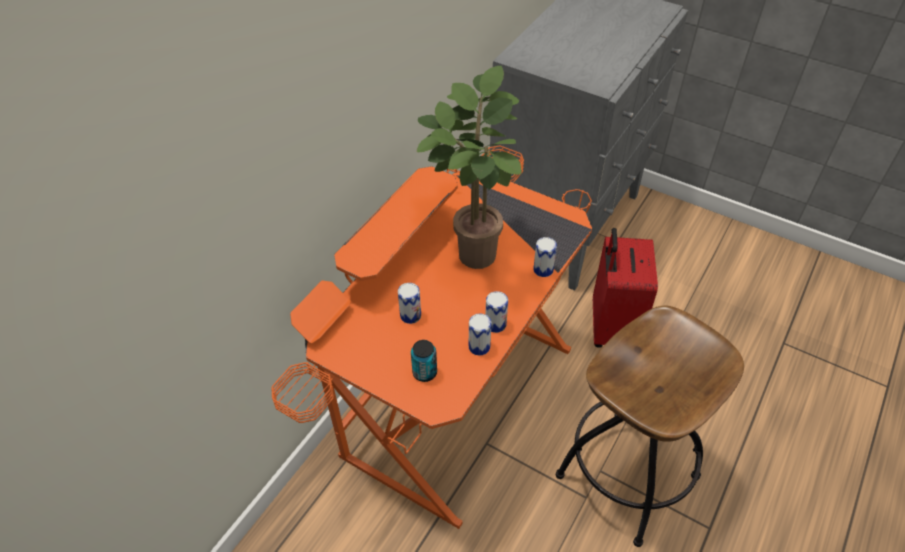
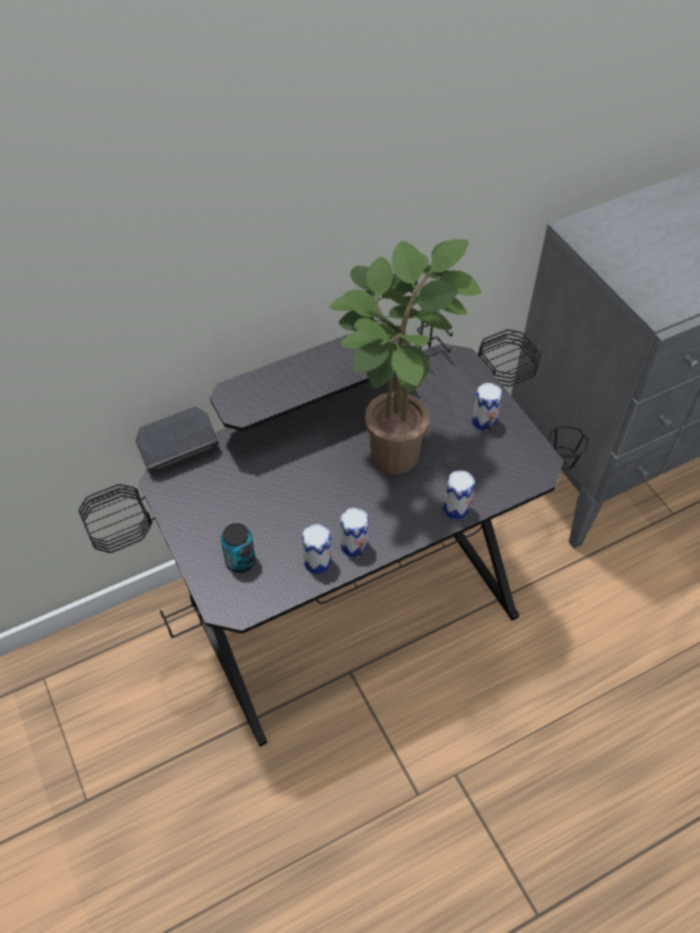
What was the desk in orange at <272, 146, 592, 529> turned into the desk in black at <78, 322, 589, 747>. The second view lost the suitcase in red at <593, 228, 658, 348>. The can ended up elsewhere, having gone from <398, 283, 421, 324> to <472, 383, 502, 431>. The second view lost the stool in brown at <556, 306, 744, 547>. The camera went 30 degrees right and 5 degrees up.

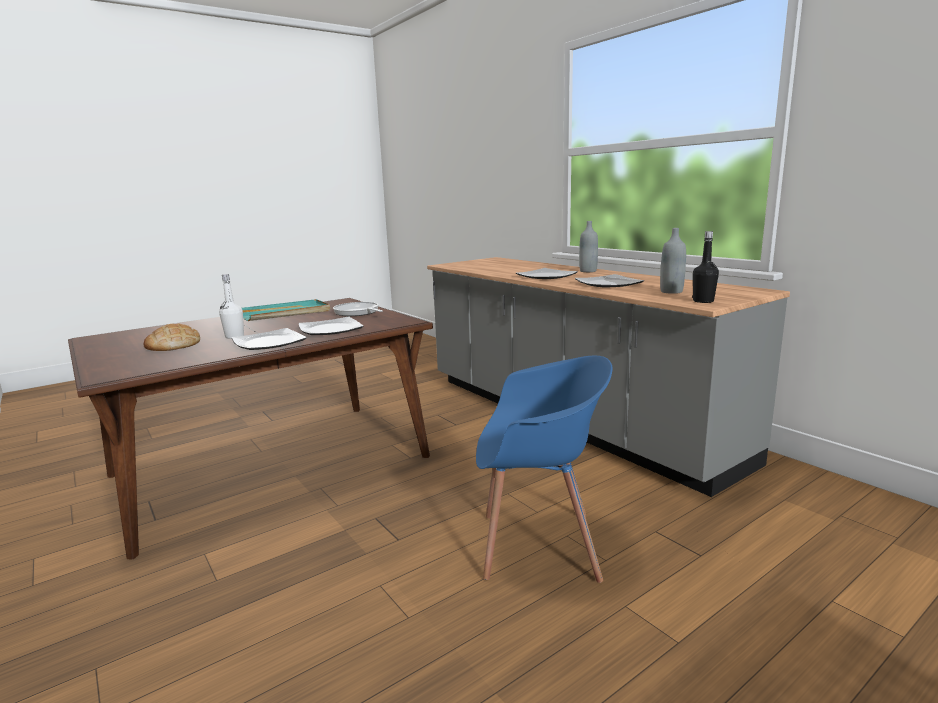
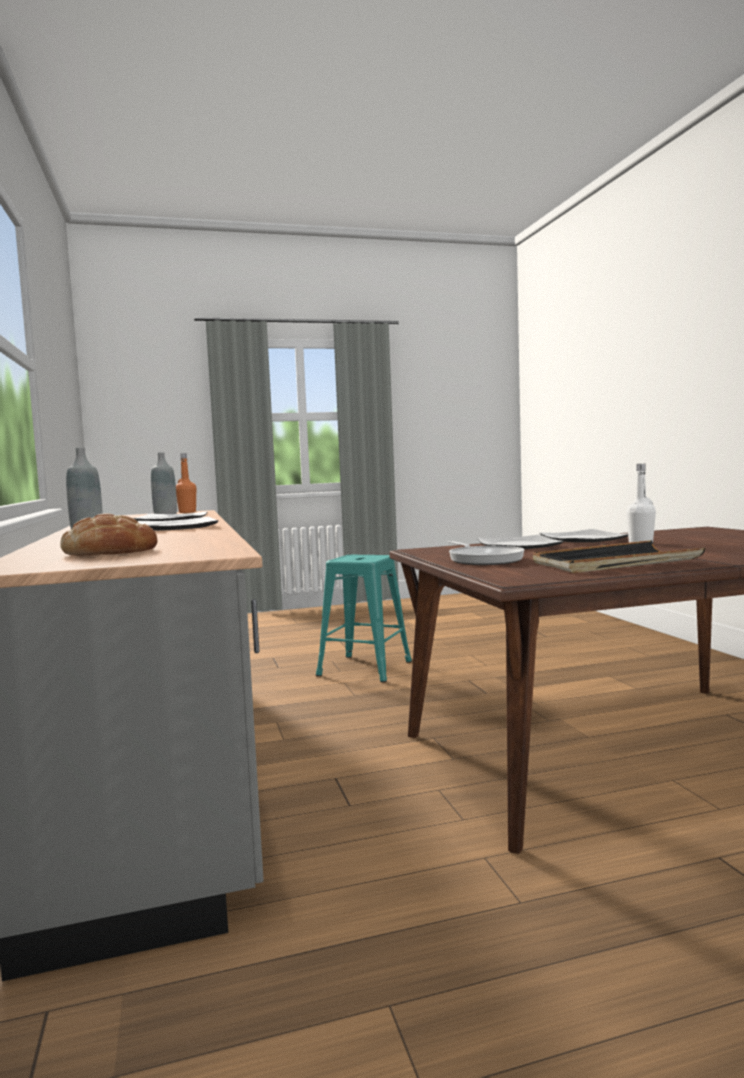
What was the bottle in black at <692, 231, 719, 303> turned into the bottle in orange at <176, 453, 196, 513>. What was the tray in turquoise at <242, 299, 330, 321> turned into the tray in black at <533, 540, 706, 573>. The bread ended up elsewhere, having gone from <143, 324, 200, 351> to <60, 513, 158, 556>. Where the chair in blue stood at <476, 356, 612, 583>, the stool in turquoise came to stand at <316, 555, 412, 682>. The camera went 160 degrees left and 10 degrees down.

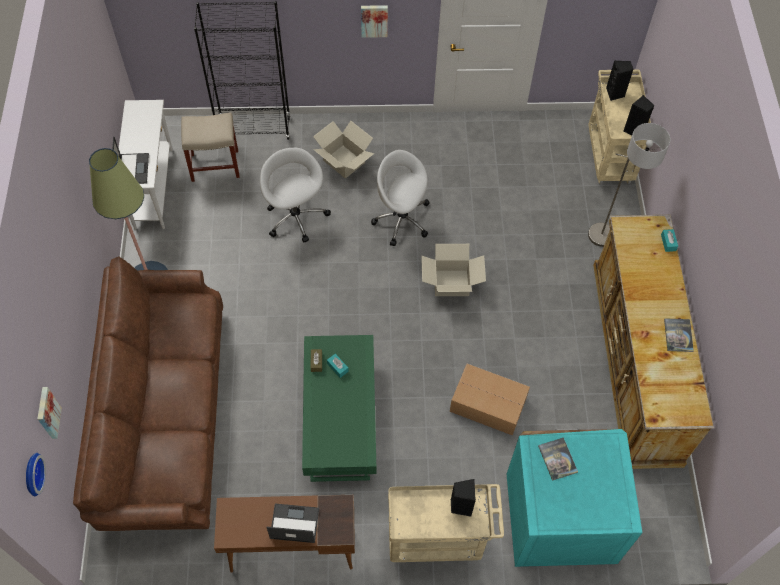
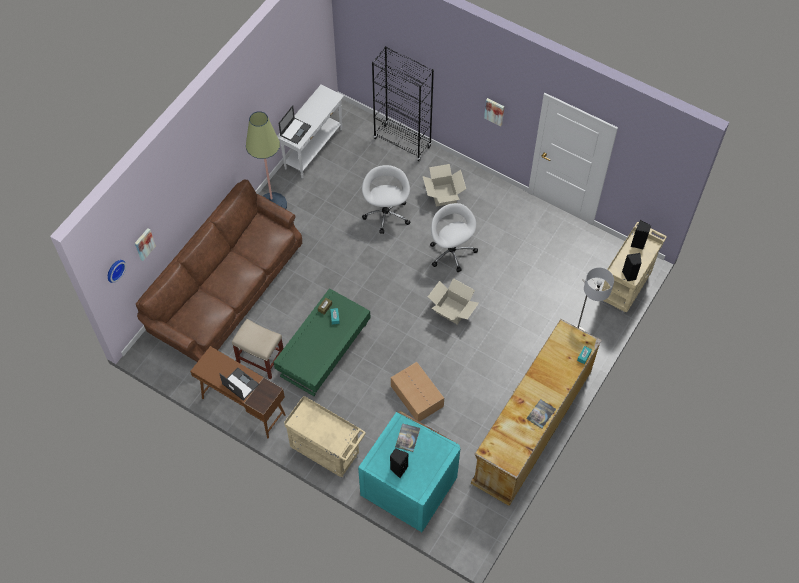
The stool in beige ended up elsewhere, having gone from <181, 112, 240, 182> to <232, 319, 284, 379>. The speaker in black ended up elsewhere, having gone from <451, 479, 476, 517> to <390, 448, 408, 478>. The camera went 35 degrees right and 0 degrees up.

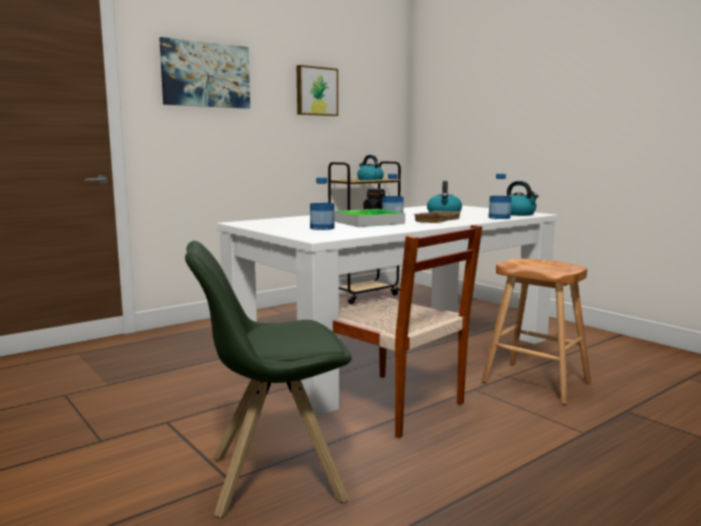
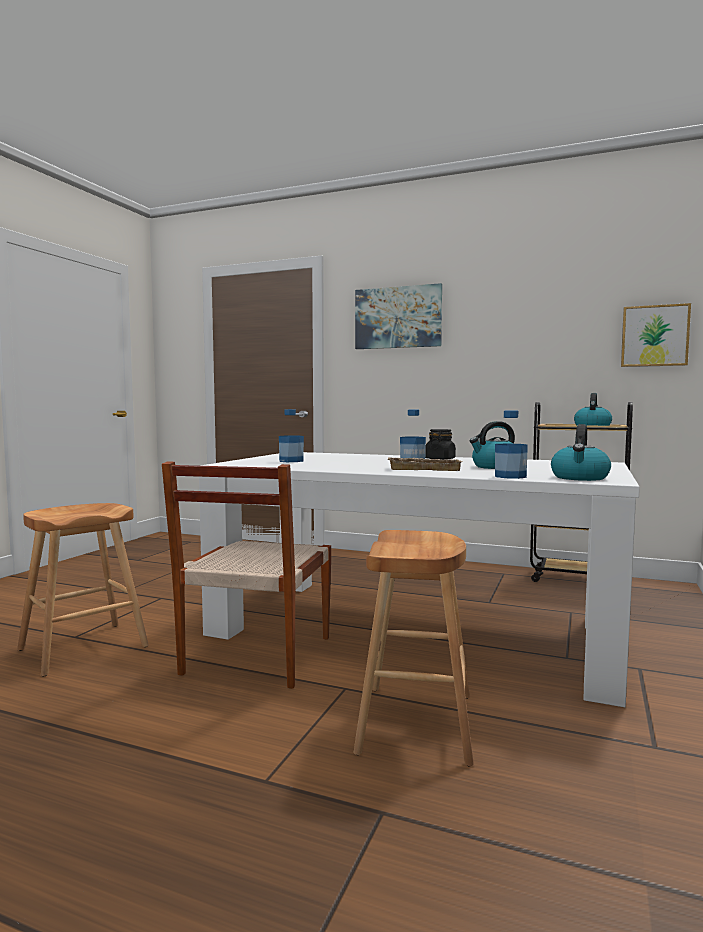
The picture ended up elsewhere, having gone from <297, 65, 338, 116> to <621, 303, 691, 367>. The second view lost the tray at <334, 209, 405, 227>. Where the chair in green stood at <185, 241, 352, 518>, the stool in brown came to stand at <17, 503, 149, 676>. The camera went 60 degrees right and 5 degrees down.

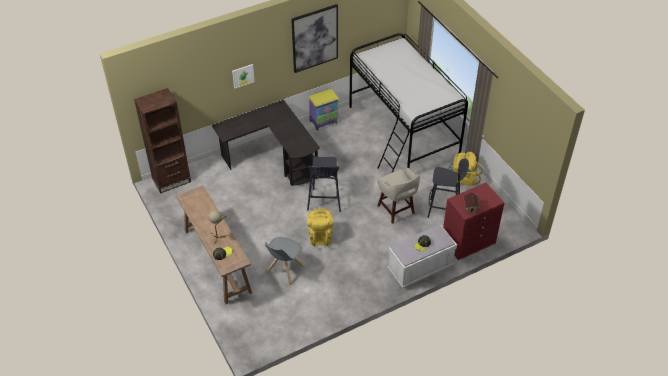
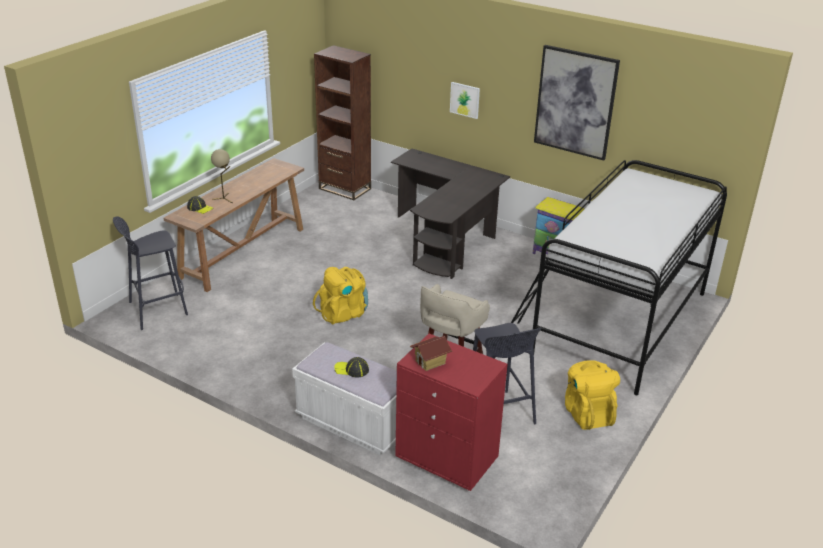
The stool in grey ended up elsewhere, having gone from <307, 157, 341, 212> to <113, 216, 188, 330>. The second view lost the chair in grey at <265, 237, 305, 285>. The camera went 60 degrees right and 15 degrees down.

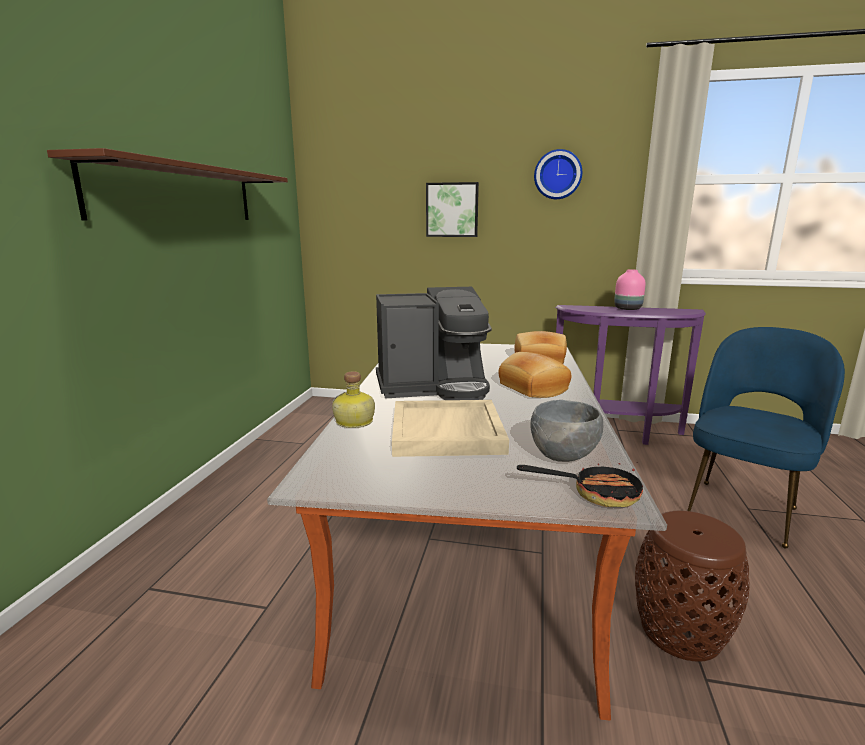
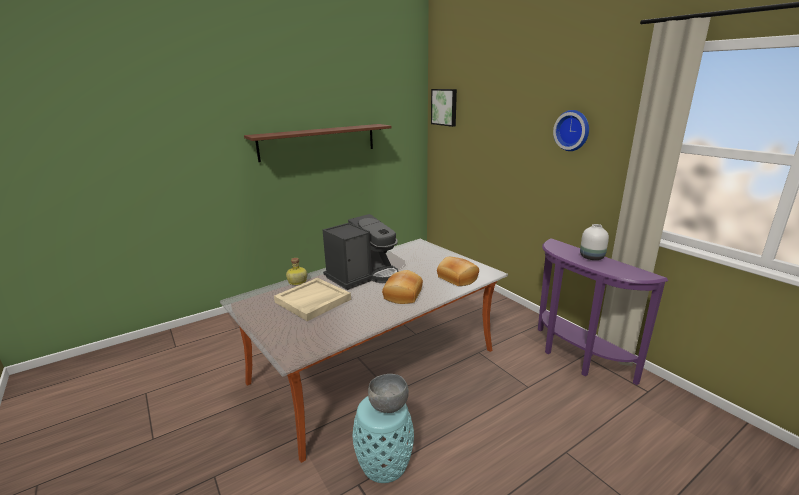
The picture ended up elsewhere, having gone from <426, 182, 479, 237> to <431, 89, 457, 127>. What was the vase in pink at <614, 269, 646, 310> turned into the vase in white at <580, 224, 609, 260>. The coffee machine at <376, 287, 492, 400> ended up facing another way, 75 degrees counterclockwise from before. The second view lost the chair in blue at <687, 327, 845, 549>. The bowl in grey ended up elsewhere, having gone from <531, 400, 603, 462> to <368, 374, 409, 413>. The second view lost the frying pan at <517, 462, 643, 507>. What was the stool in brown at <635, 511, 749, 662> turned into the stool in turquoise at <353, 396, 414, 483>. The camera went 45 degrees right and 5 degrees up.

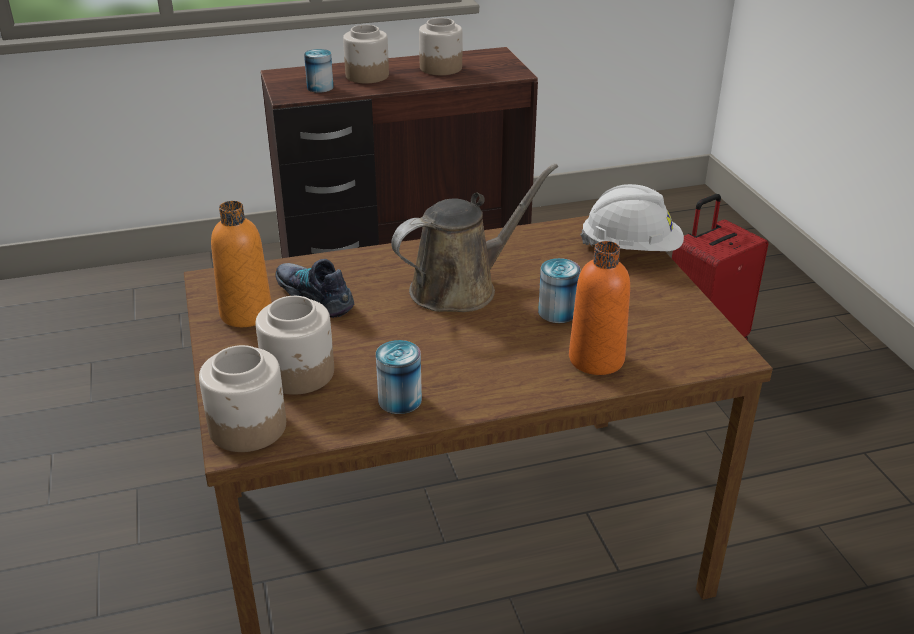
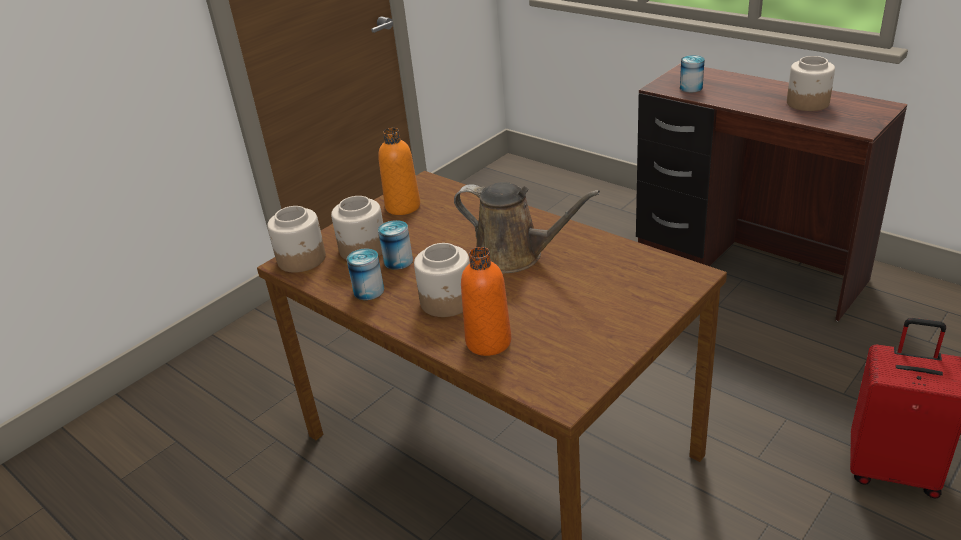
The jar ended up elsewhere, having gone from <343, 25, 389, 83> to <414, 243, 470, 317>. The second view lost the hard hat in white at <580, 184, 684, 251>. The can ended up elsewhere, having gone from <538, 258, 580, 323> to <378, 220, 413, 270>. The second view lost the shoe at <275, 259, 354, 318>. The camera went 60 degrees right and 0 degrees up.

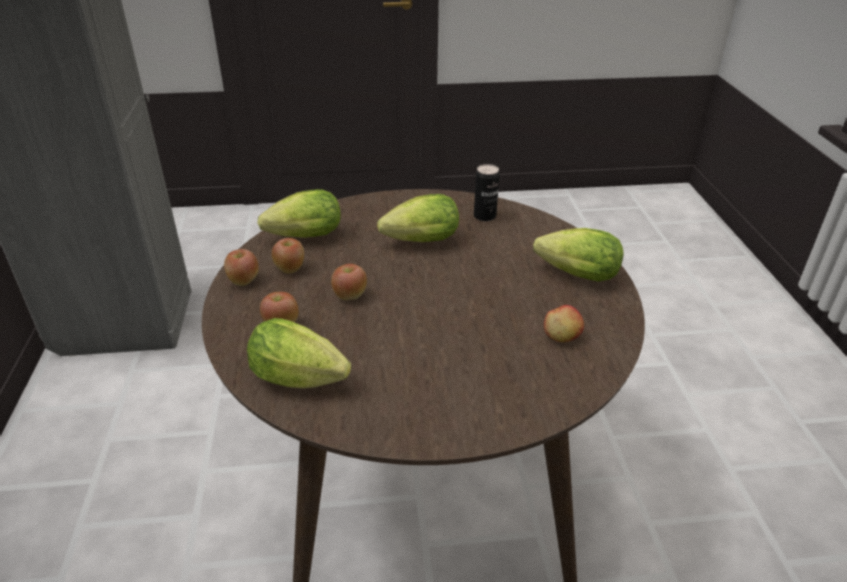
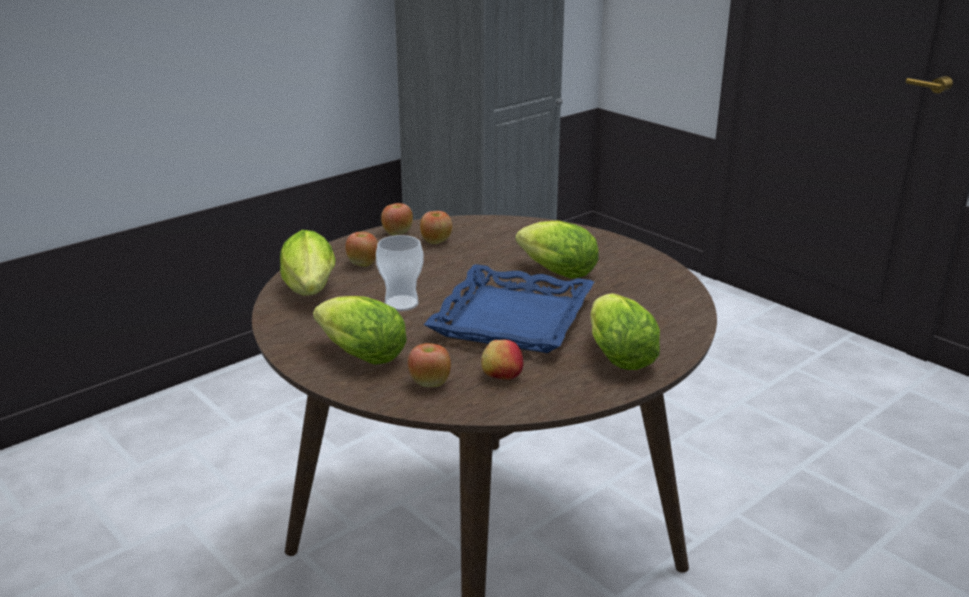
The second view lost the can at <474, 164, 500, 222>. The lettuce ended up elsewhere, having gone from <258, 189, 341, 238> to <313, 296, 407, 365>. The apple ended up elsewhere, having gone from <331, 264, 367, 300> to <408, 343, 451, 387>. The second view gained the cup at <376, 235, 424, 311>. The second view gained the tray in blue at <424, 264, 594, 353>. The camera went 55 degrees right and 10 degrees down.

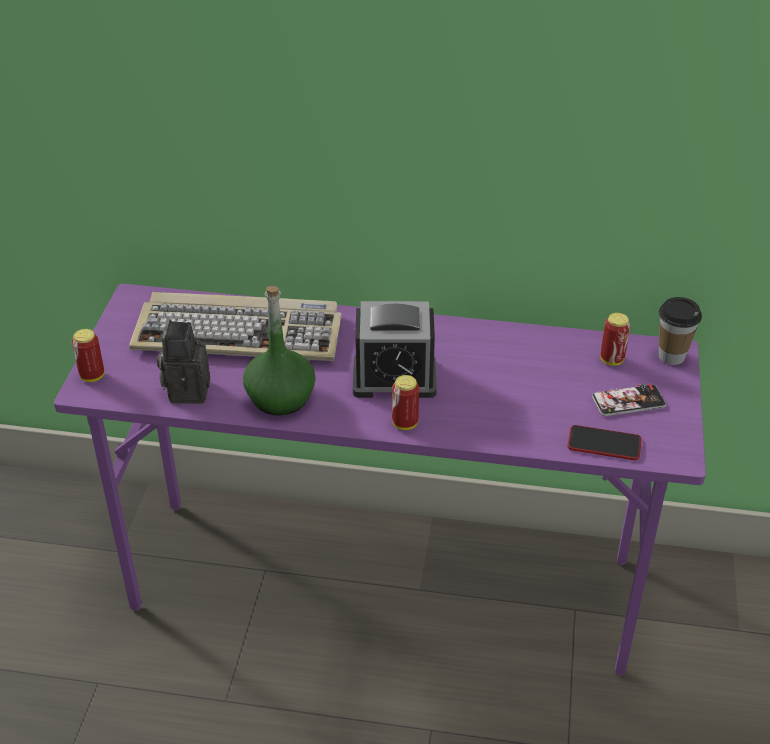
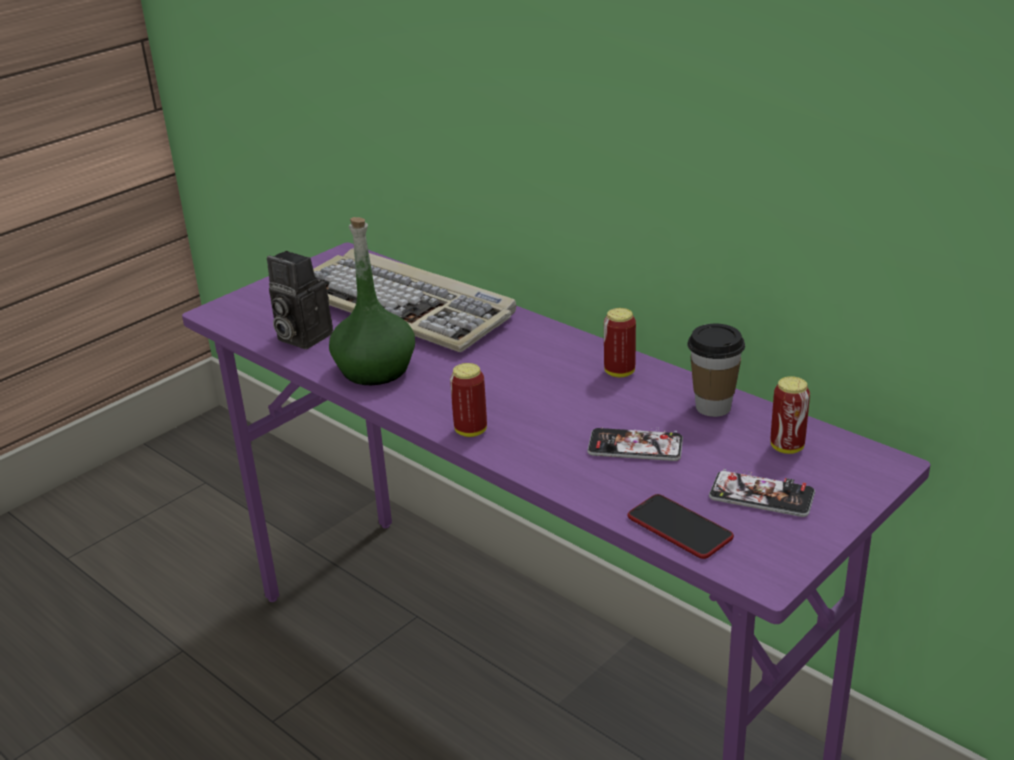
The cup ended up elsewhere, having gone from <659, 297, 702, 365> to <688, 324, 745, 417>. The second view lost the alarm clock at <353, 301, 437, 398>. The photo camera at <157, 319, 210, 404> ended up facing another way, 90 degrees counterclockwise from before. The can ended up elsewhere, having gone from <72, 329, 104, 382> to <604, 308, 636, 377>. The second view gained the phone at <587, 427, 683, 461>. The camera went 35 degrees right and 10 degrees down.

